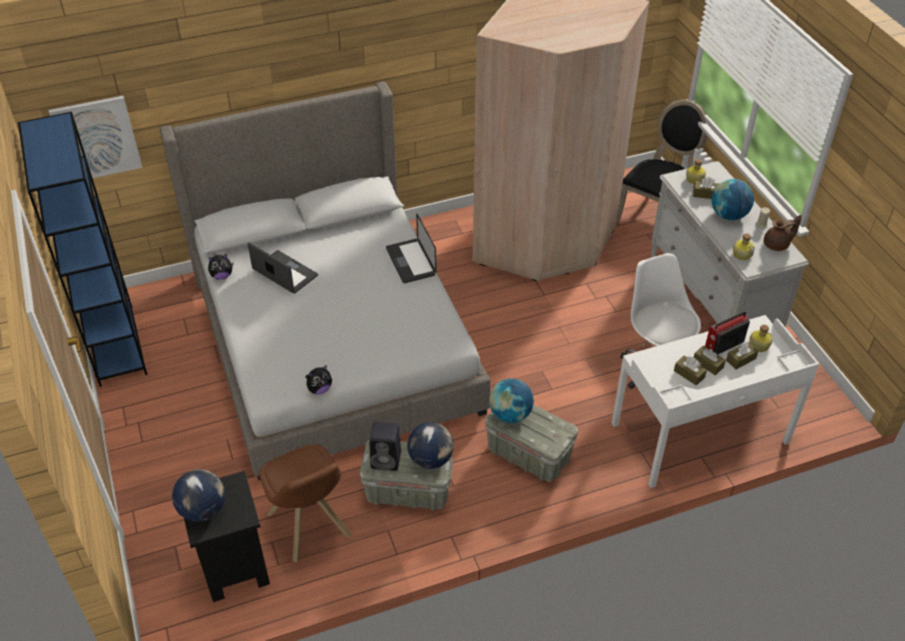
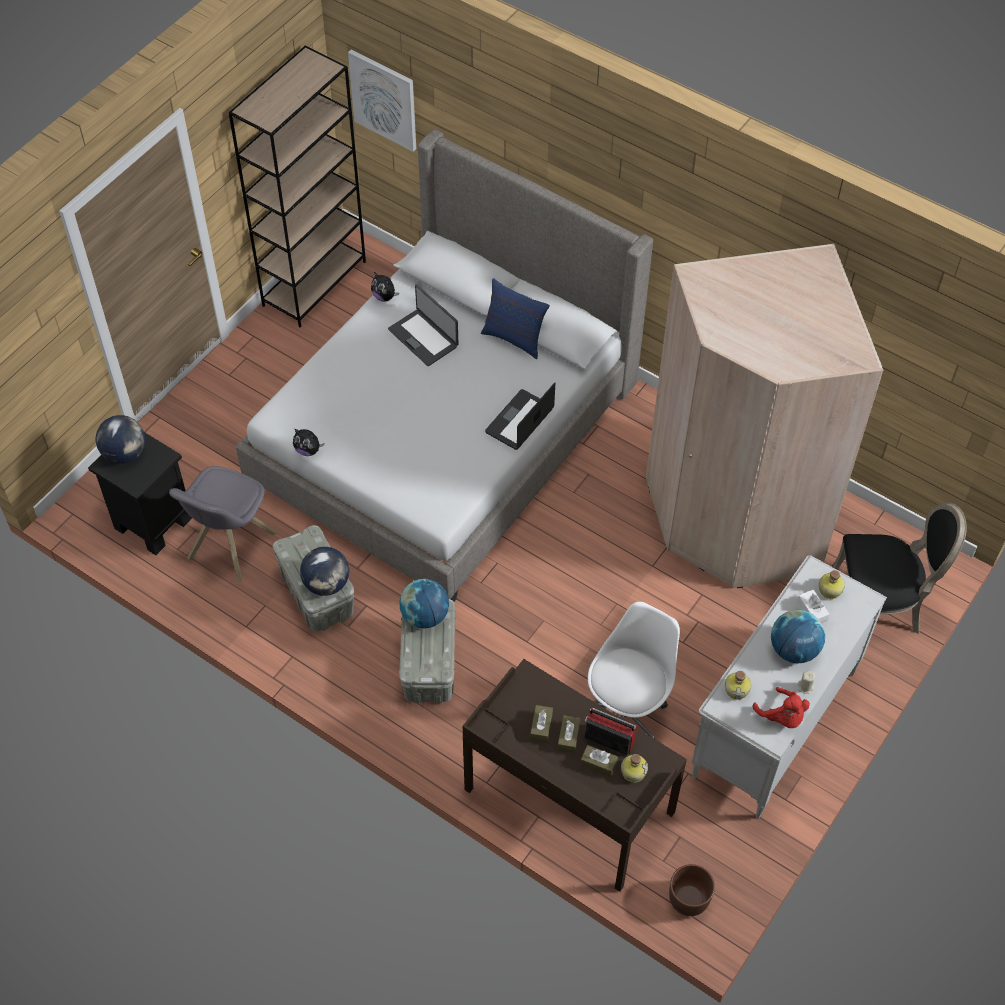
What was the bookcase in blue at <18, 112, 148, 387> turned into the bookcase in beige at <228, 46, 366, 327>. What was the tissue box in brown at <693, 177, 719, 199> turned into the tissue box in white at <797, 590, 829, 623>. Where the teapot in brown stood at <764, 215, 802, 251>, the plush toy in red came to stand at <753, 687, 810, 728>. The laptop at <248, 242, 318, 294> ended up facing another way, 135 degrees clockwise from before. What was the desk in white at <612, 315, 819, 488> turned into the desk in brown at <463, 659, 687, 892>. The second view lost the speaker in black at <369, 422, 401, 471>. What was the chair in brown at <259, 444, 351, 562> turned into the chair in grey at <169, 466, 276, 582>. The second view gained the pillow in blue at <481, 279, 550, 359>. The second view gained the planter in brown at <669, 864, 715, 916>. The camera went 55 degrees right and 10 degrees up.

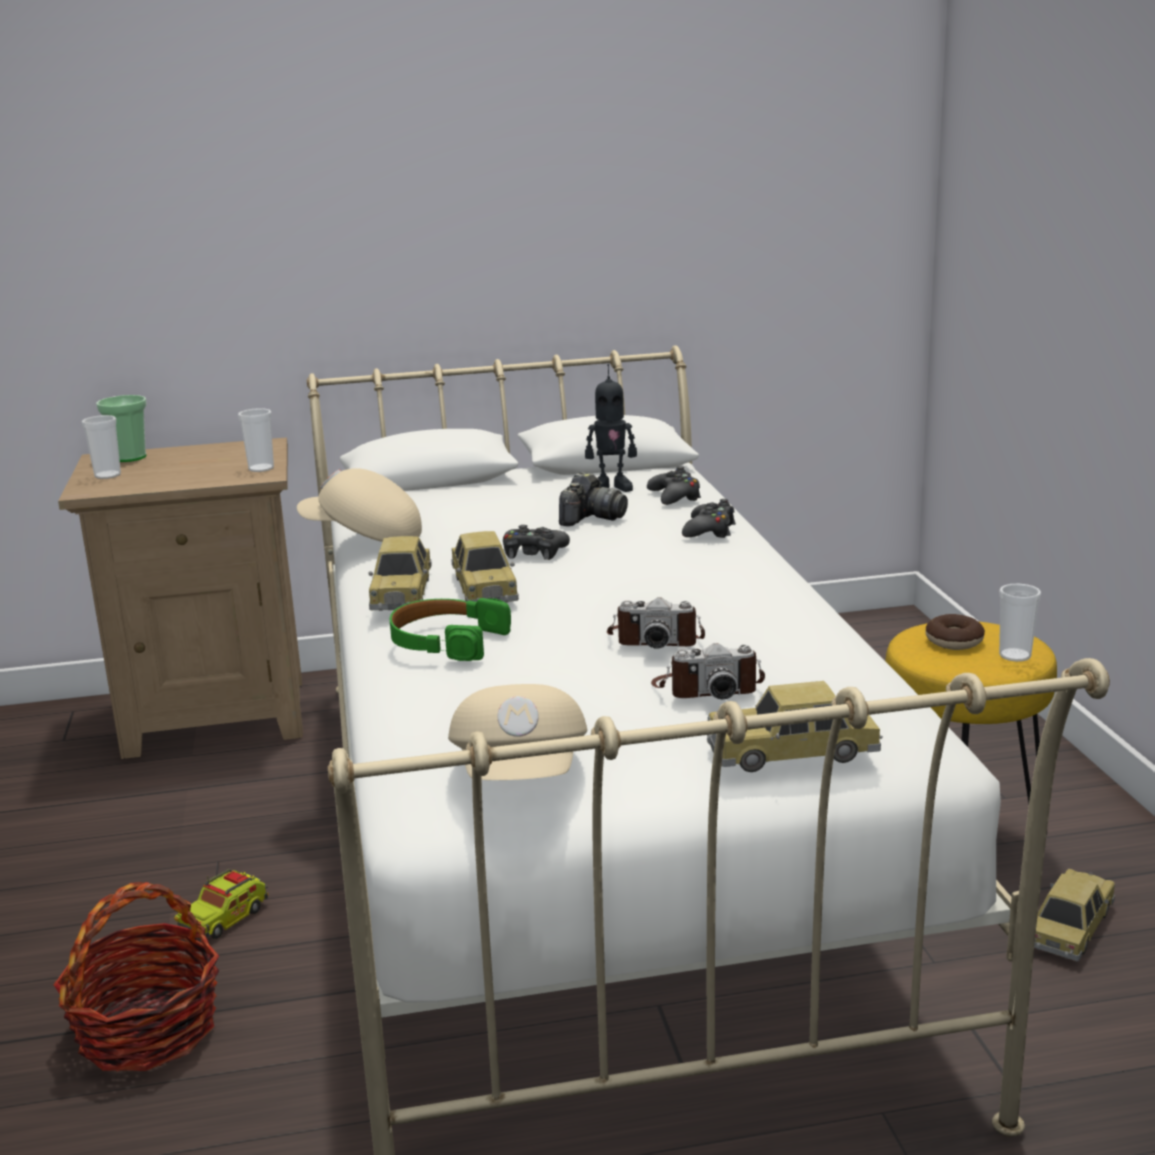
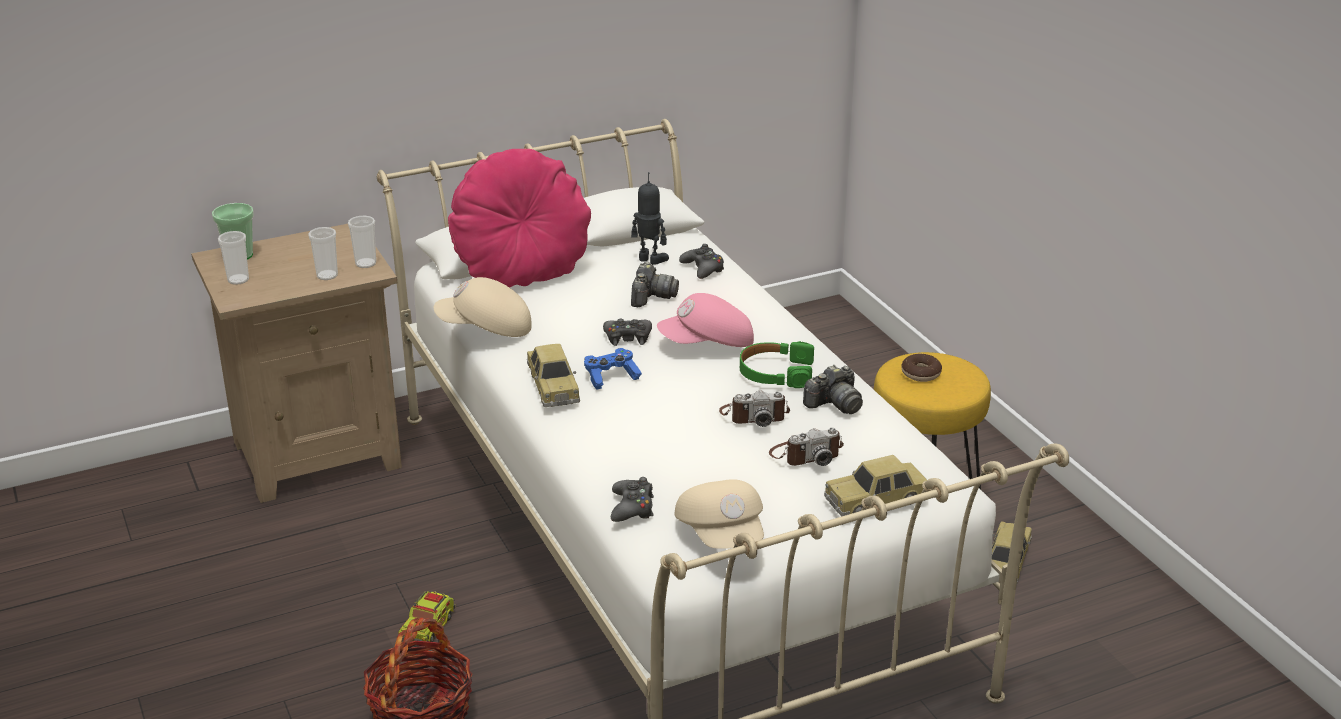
The toy robot at <585, 364, 637, 492> ended up facing another way, 135 degrees counterclockwise from before. The game controller in black ended up elsewhere, having gone from <682, 499, 736, 538> to <611, 477, 654, 522>. Where the toy car stood at <451, 531, 519, 603>, the game controller in blue came to stand at <584, 348, 642, 390>. The cup ended up elsewhere, having gone from <999, 584, 1041, 662> to <308, 227, 338, 280>. The headphones in green ended up elsewhere, having gone from <390, 598, 511, 661> to <740, 341, 814, 389>. The second view gained the pillow in pink at <448, 149, 591, 288>. The second view gained the cap in pink at <657, 293, 754, 347>. The second view gained the photo camera at <803, 365, 863, 414>. The camera went 15 degrees left and 10 degrees up.

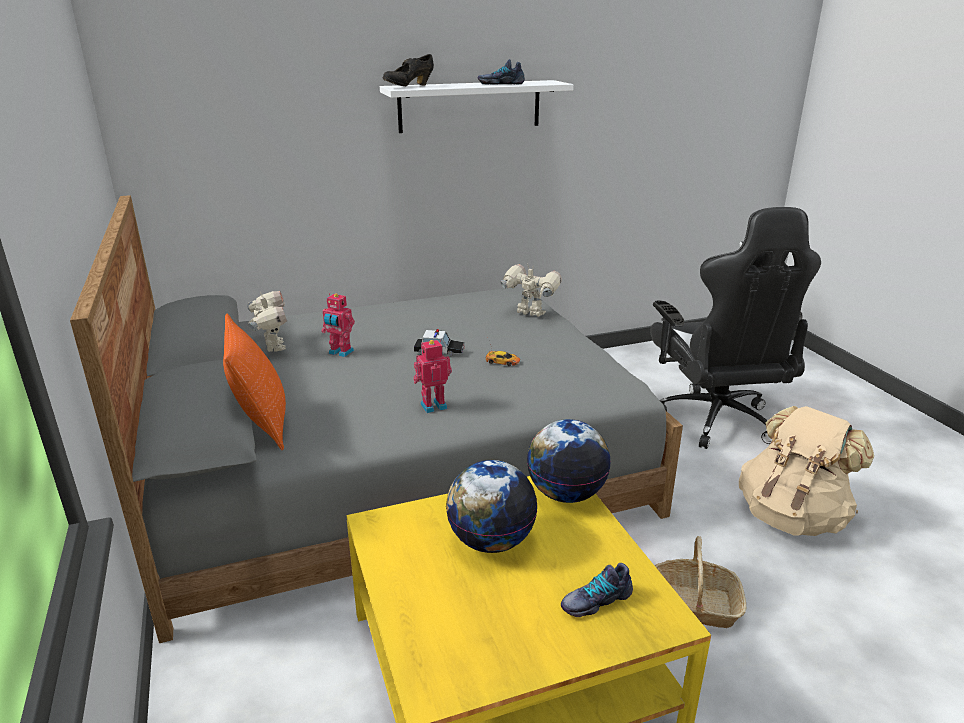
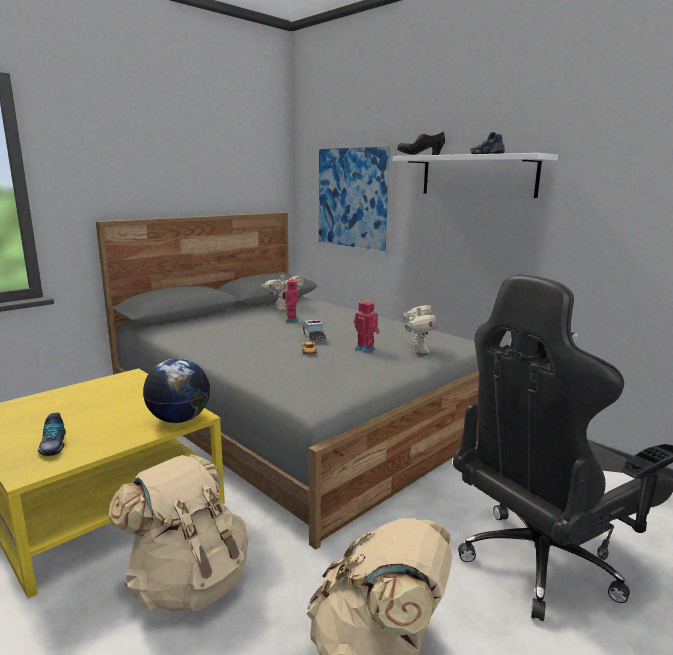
The second view lost the pillow in orange at <223, 314, 286, 450>. The toy robot ended up elsewhere, having gone from <413, 340, 452, 413> to <353, 300, 380, 353>. The second view lost the globe at <446, 460, 538, 553>. Where the basket stood at <655, 536, 747, 628>, the backpack in beige came to stand at <108, 455, 249, 612>. The shoe at <561, 563, 633, 617> ended up facing another way, 150 degrees counterclockwise from before. The second view gained the picture at <316, 142, 395, 256>. The camera went 65 degrees right and 10 degrees down.

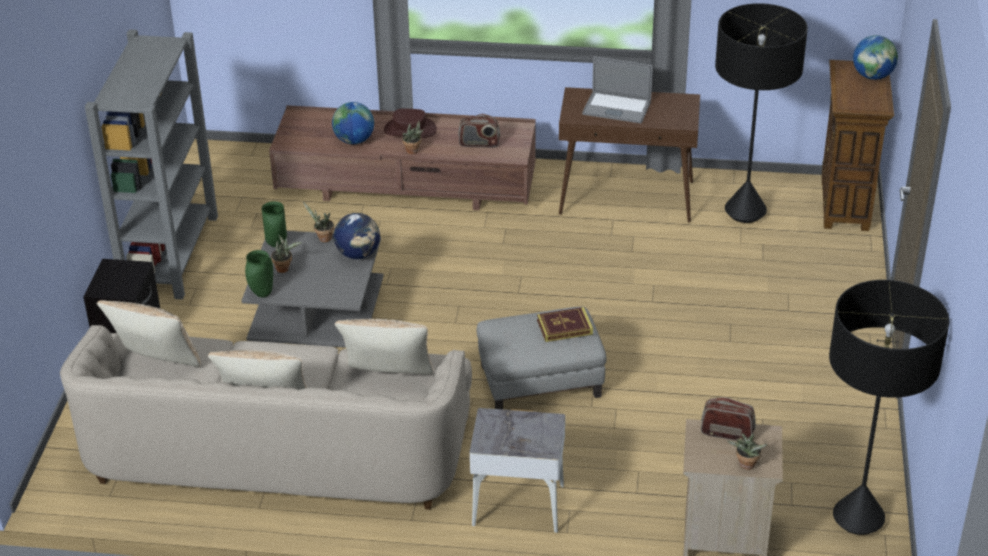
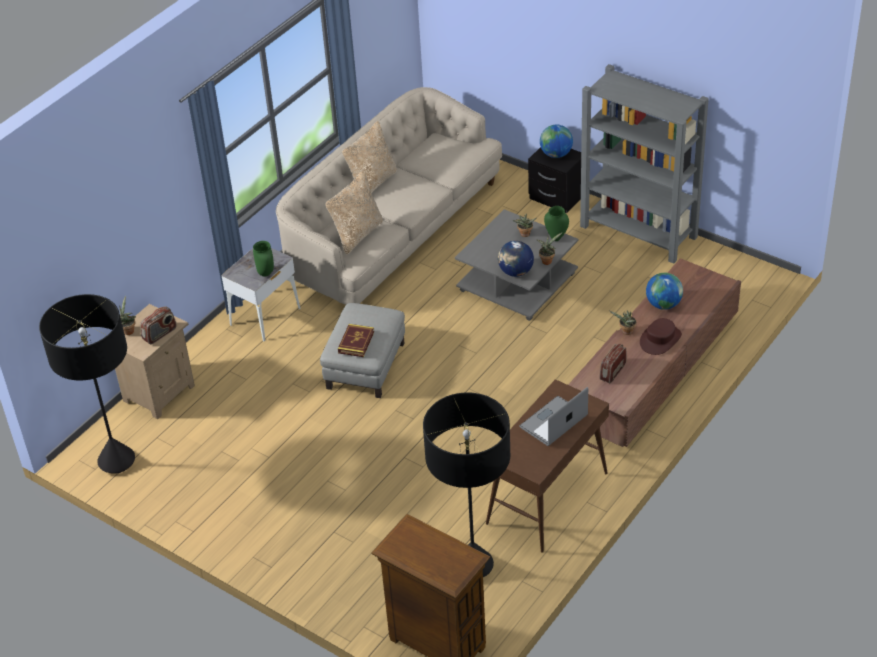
The globe ended up elsewhere, having gone from <853, 35, 898, 80> to <540, 124, 573, 158>. The vase in green ended up elsewhere, having gone from <245, 250, 273, 298> to <253, 241, 274, 277>. The second view lost the pillow in beige at <96, 300, 201, 367>. The camera went 120 degrees right and 5 degrees up.

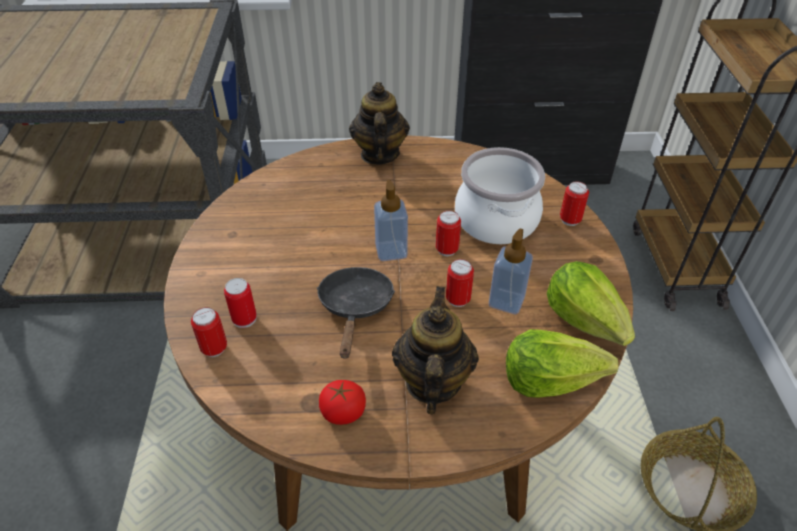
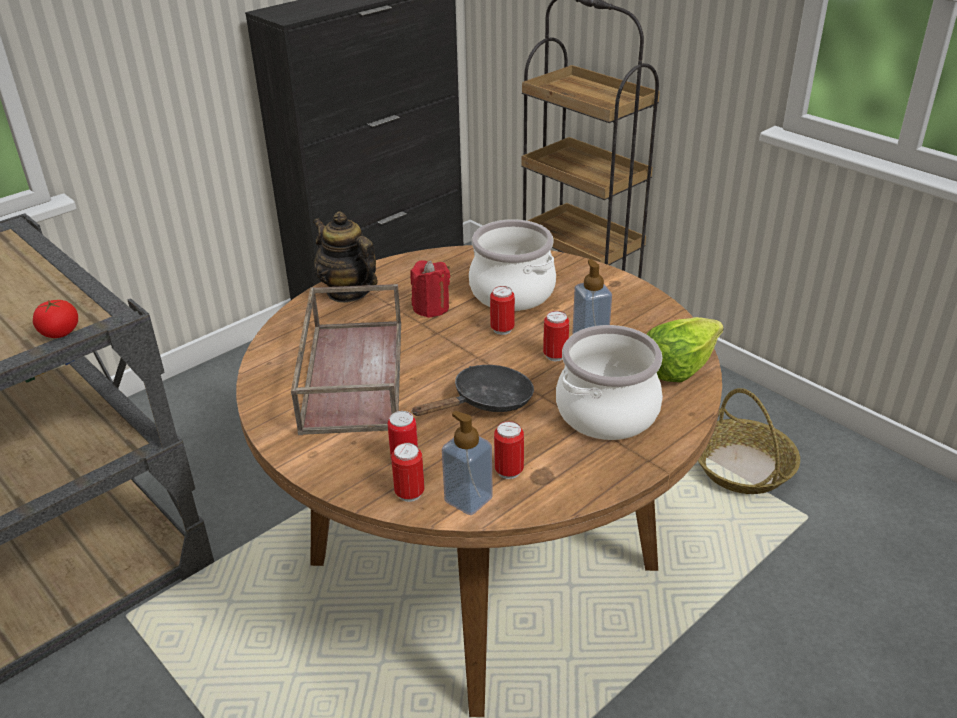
The soap dispenser ended up elsewhere, having gone from <374, 180, 408, 261> to <442, 411, 493, 515>. The can ended up elsewhere, having gone from <560, 181, 589, 226> to <494, 421, 524, 479>. The second view lost the lettuce at <547, 261, 635, 346>. The frying pan in black at <317, 267, 395, 358> ended up facing another way, 90 degrees clockwise from before. Where the teapot stood at <392, 286, 479, 414>, the cooking pot came to stand at <556, 325, 663, 440>. The tomato ended up elsewhere, having gone from <319, 380, 366, 425> to <33, 300, 78, 338>. The second view gained the candle in red at <410, 260, 450, 318>. The second view gained the tray in brown at <291, 284, 401, 435>. The camera went 40 degrees left and 10 degrees down.

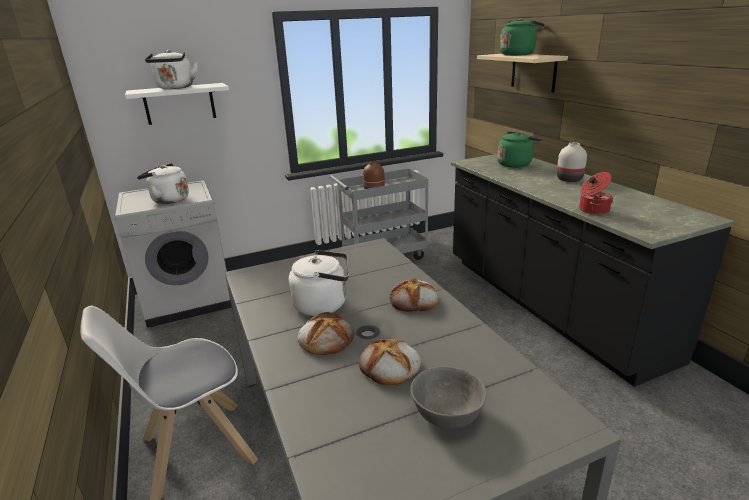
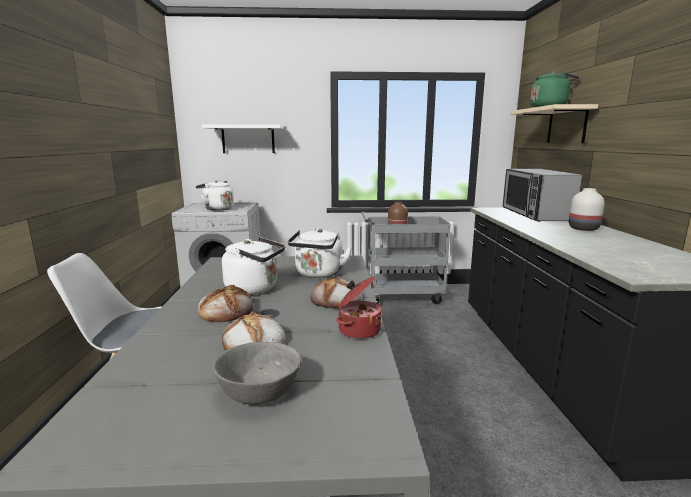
The kettle in white ended up elsewhere, having gone from <145, 50, 198, 89> to <288, 228, 352, 278>. Where the kettle in green stood at <497, 131, 542, 168>, the microwave came to stand at <502, 169, 582, 222>. The cooking pot ended up elsewhere, having gone from <579, 172, 613, 215> to <336, 276, 381, 339>. The camera went 20 degrees right and 10 degrees down.

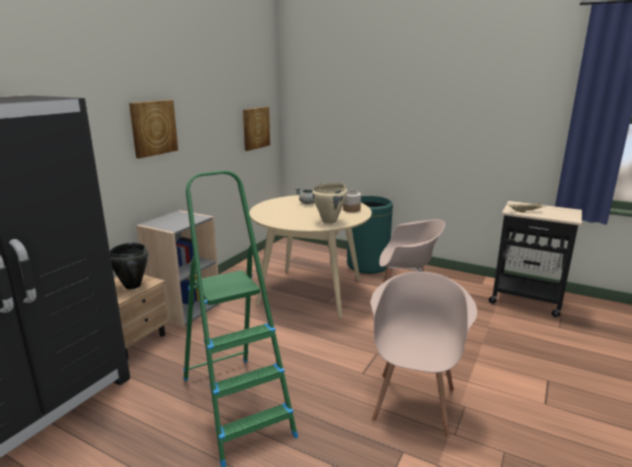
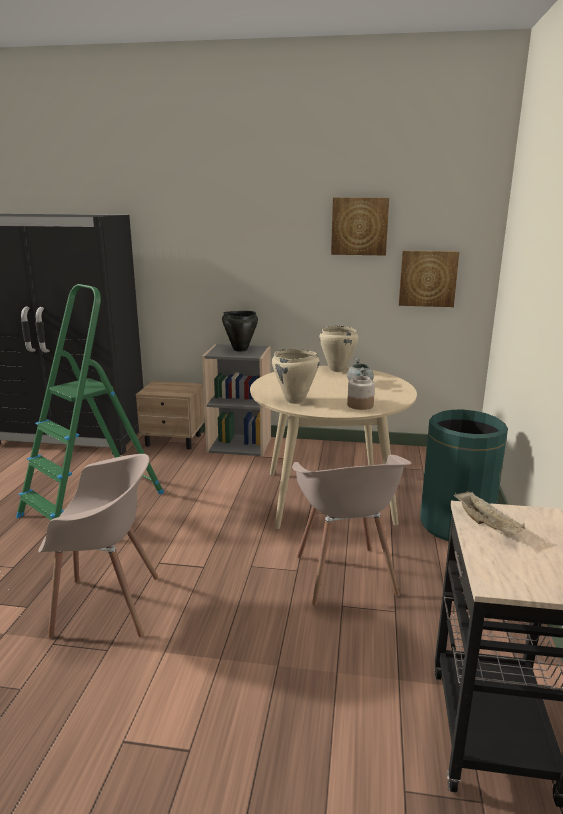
The picture ended up elsewhere, having gone from <129, 100, 178, 159> to <331, 198, 389, 255>. The cooking pot in black ended up elsewhere, having gone from <110, 243, 148, 289> to <222, 311, 258, 351>. The second view gained the cooking pot in beige at <319, 326, 358, 372>. The camera went 70 degrees right and 0 degrees up.

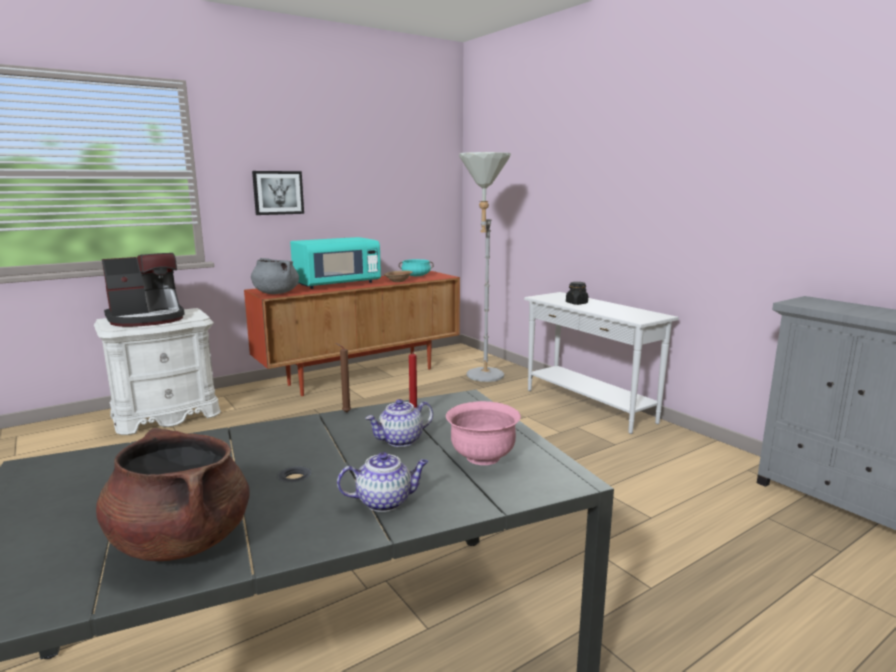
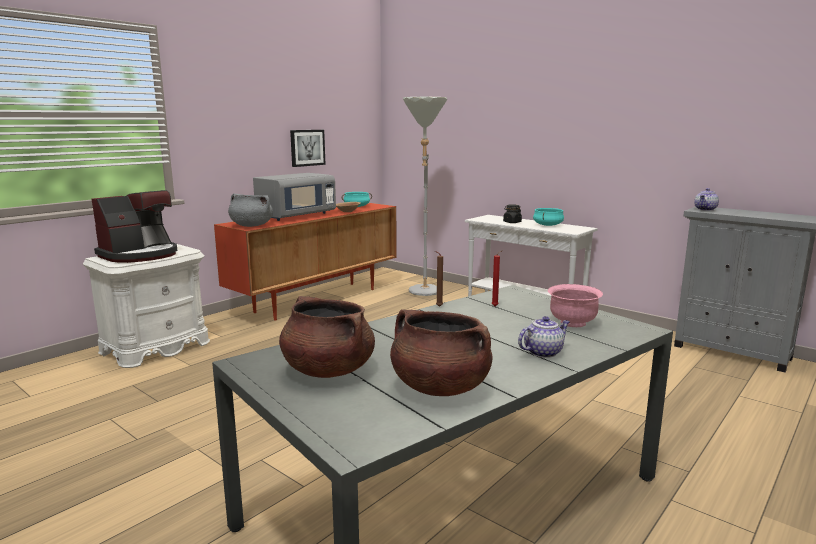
The picture ended up elsewhere, having gone from <252, 171, 304, 215> to <290, 130, 326, 167>. What was the microwave in turquoise at <290, 237, 381, 289> turned into the microwave in grey at <253, 173, 336, 221>. The teapot ended up elsewhere, having gone from <366, 399, 433, 447> to <694, 188, 719, 211>. The second view gained the cooking pot in turquoise at <533, 208, 564, 226>. The second view gained the cooking pot in brown at <279, 296, 375, 378>. The camera went 15 degrees left and 0 degrees up.

